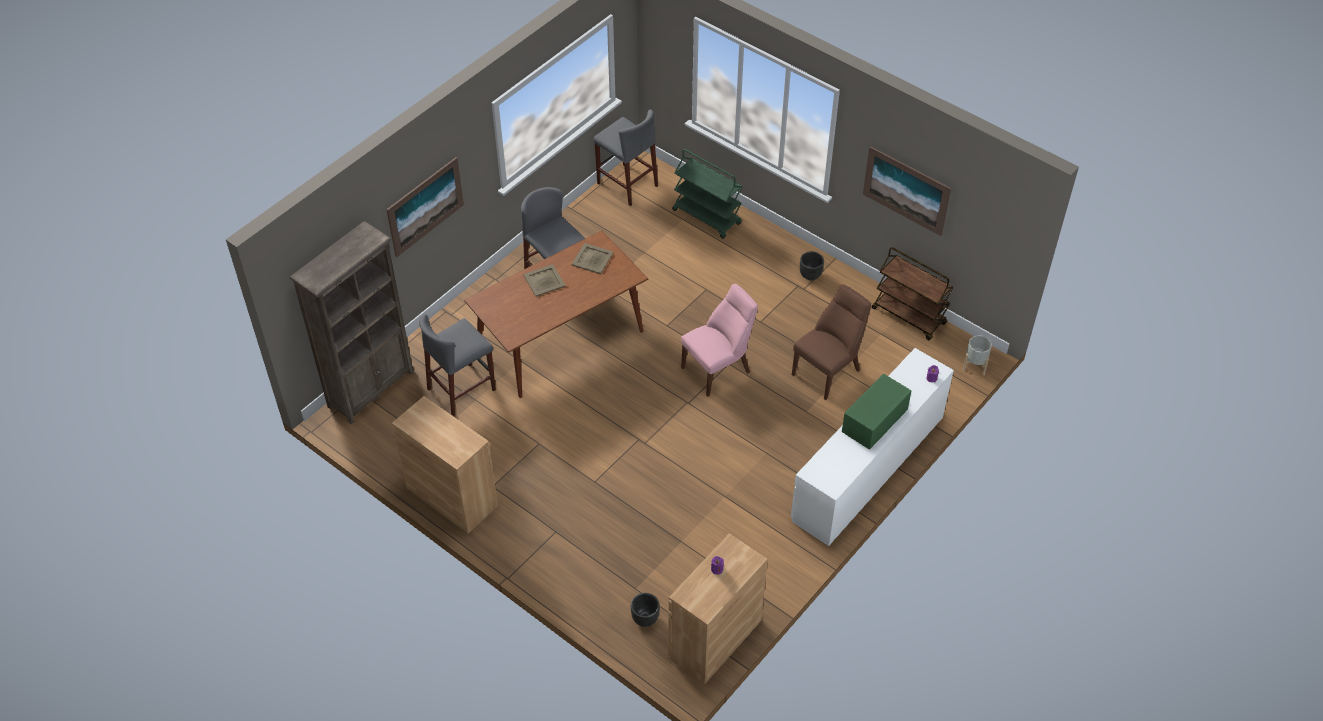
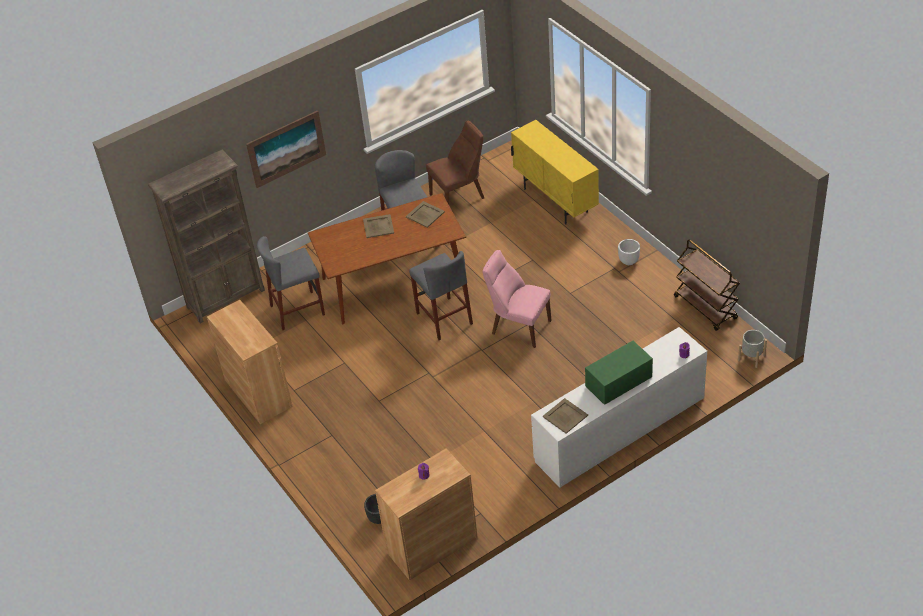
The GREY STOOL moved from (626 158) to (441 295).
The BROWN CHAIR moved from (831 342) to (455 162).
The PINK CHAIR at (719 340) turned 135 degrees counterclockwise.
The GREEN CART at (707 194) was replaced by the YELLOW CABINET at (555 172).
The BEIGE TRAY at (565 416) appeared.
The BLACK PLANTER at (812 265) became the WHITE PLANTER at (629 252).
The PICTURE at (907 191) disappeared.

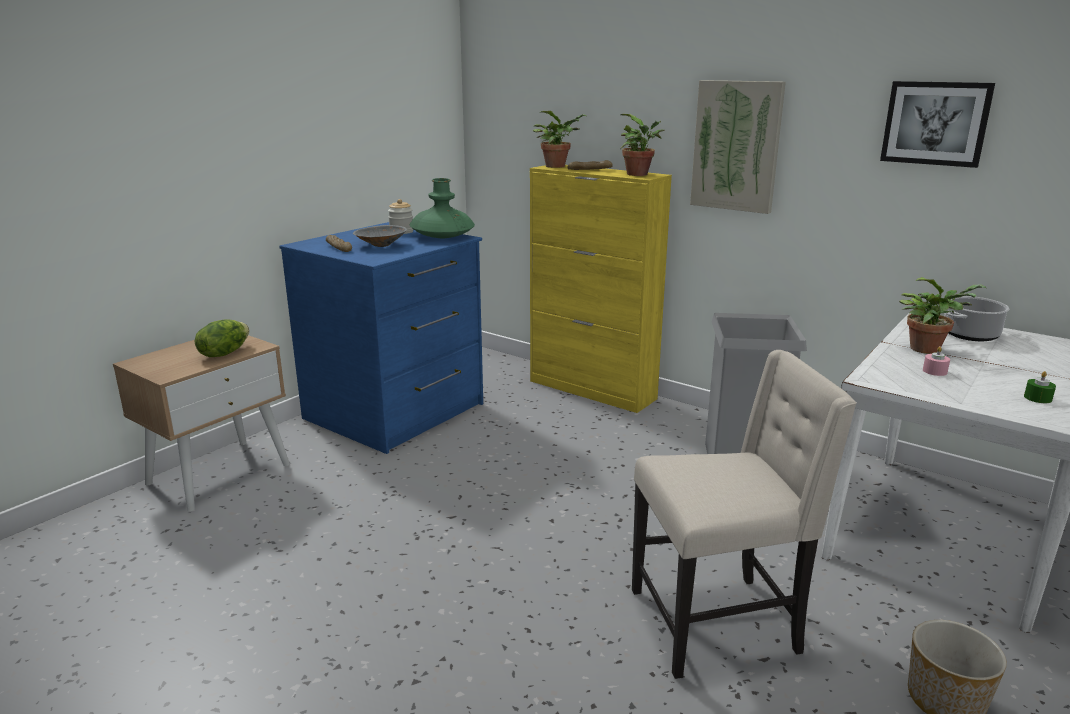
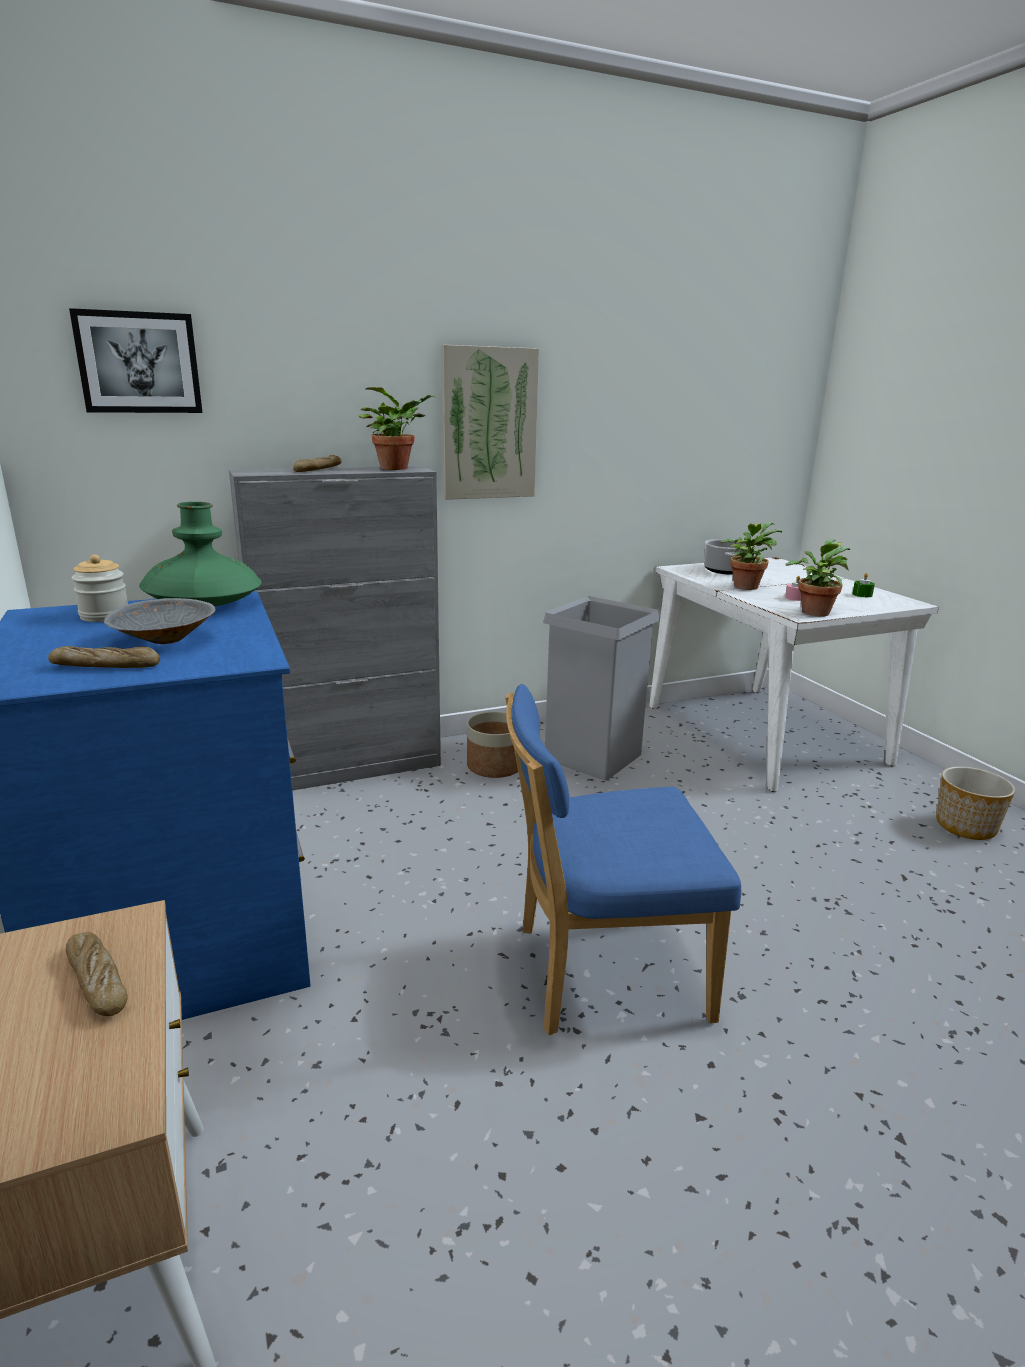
The LETTUCE at (222 338) was replaced by the BREAD at (97 974).
The PICTURE moved from (937 124) to (136 360).
The YELLOW CABINET at (601 289) became the GREY CABINET at (335 628).
The PLANTER at (492 744) appeared.
The BLUE CHAIR at (623 859) appeared.
The POTTED PLANT moved from (560 139) to (818 578).
The BEIGE CHAIR at (744 514) disappeared.

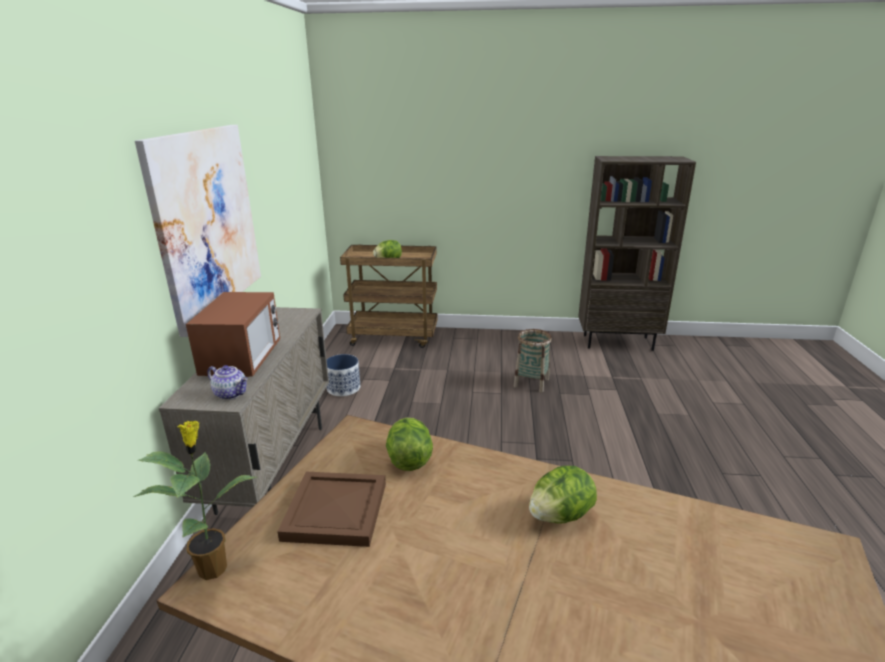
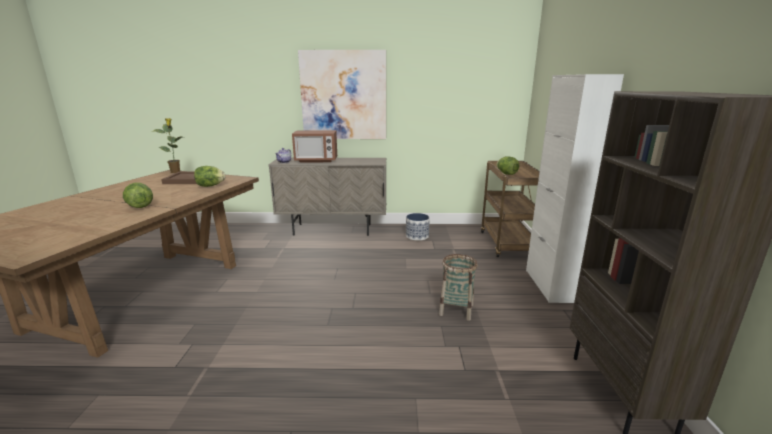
The WHITE CABINET at (575 188) appeared.

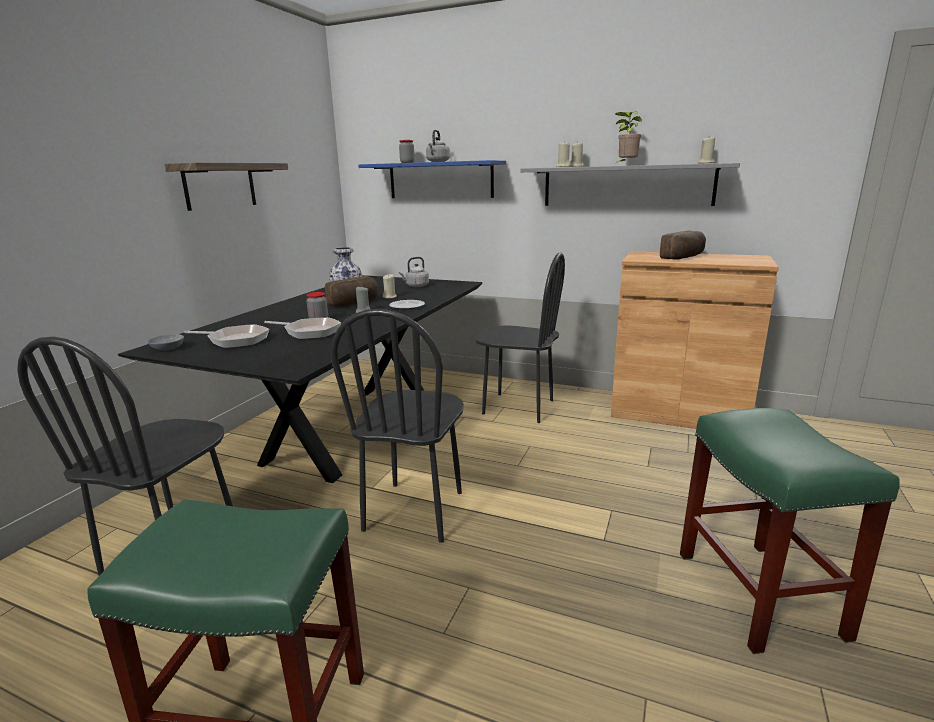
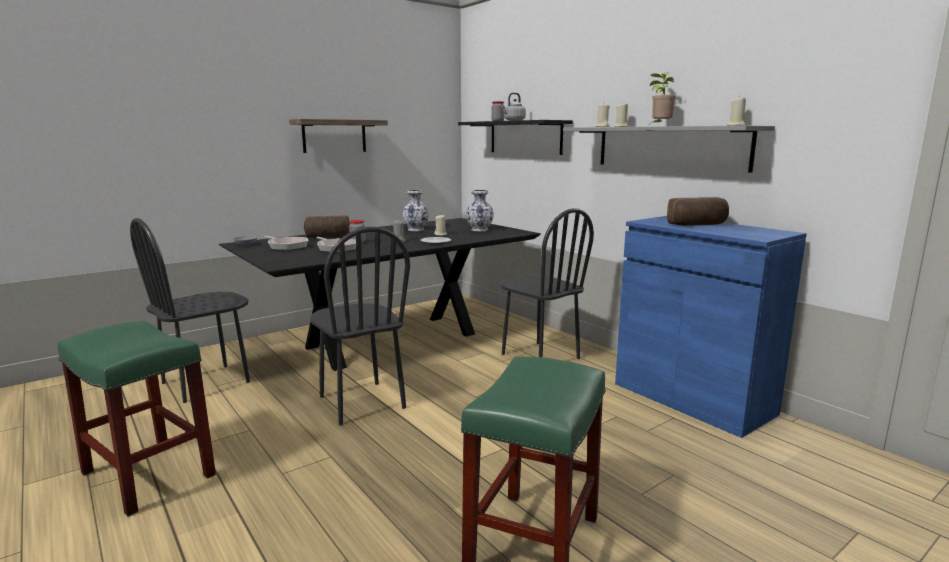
The BREAD moved from (351 291) to (327 226).
The BLACK CHAIR at (397 426) turned 75 degrees counterclockwise.
The BLUE SHELF at (432 179) became the BLACK SHELF at (515 137).
The GREY KETTLE at (414 272) was replaced by the VASE at (480 210).
The BROWN CABINET at (695 340) became the BLUE CABINET at (711 327).

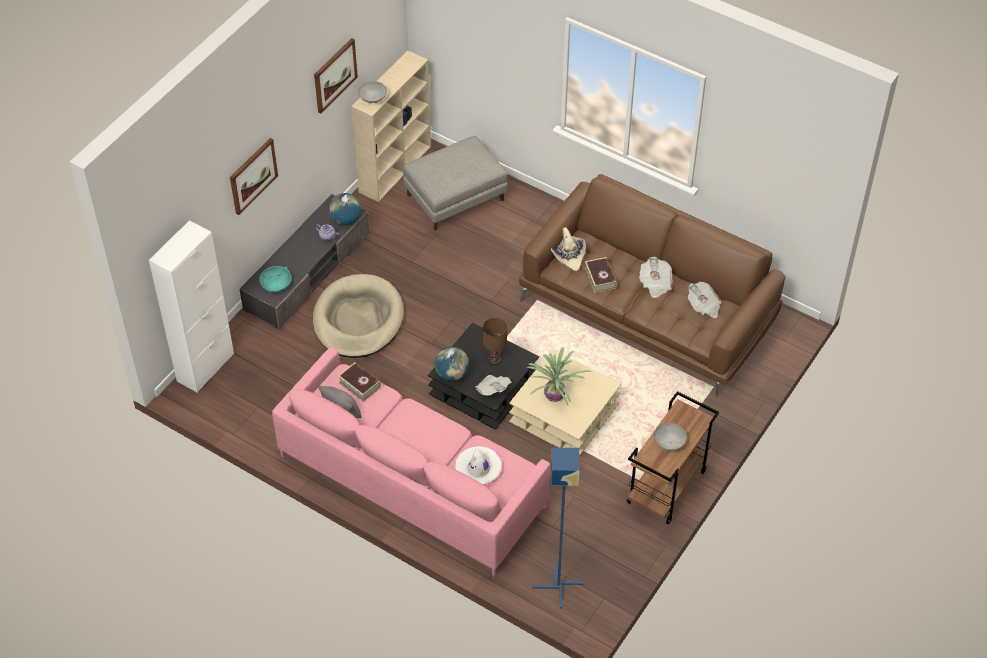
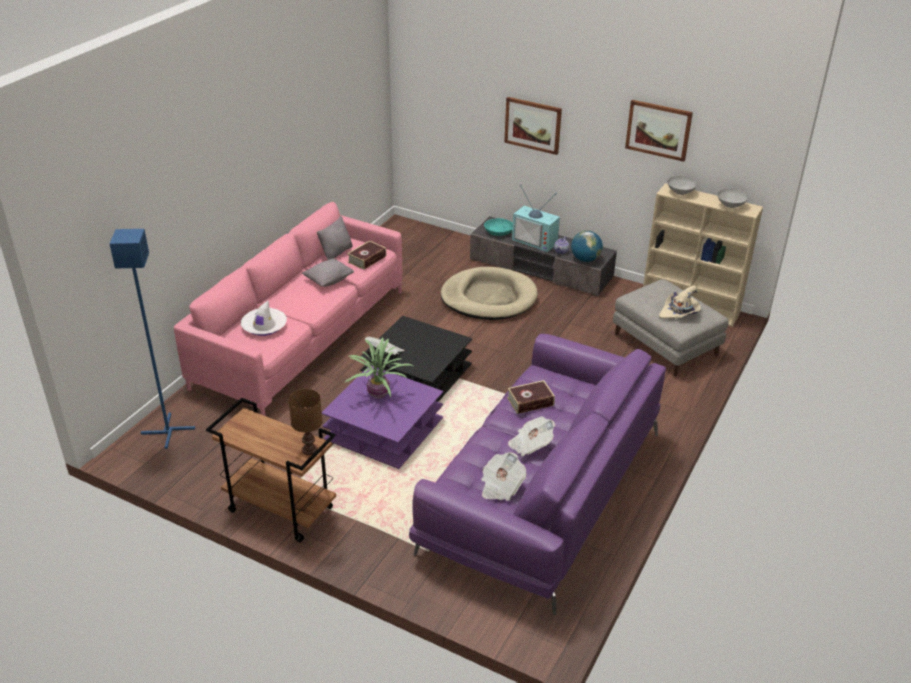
The BROWN TABLE LAMP moved from (495 341) to (305 422).
The GREY PILLOW at (328 272) appeared.
The BEIGE COFFEE TABLE at (565 402) became the PURPLE COFFEE TABLE at (382 417).
The BROWN SOFA at (652 285) became the PURPLE SOFA at (537 474).
The TELEVISION at (536 218) appeared.
The BEIGE HAT moved from (568 249) to (680 302).
The GREY BOWL moved from (670 436) to (732 198).
The WHITE CABINET at (191 306) disappeared.
The GLOBE at (452 363) disappeared.

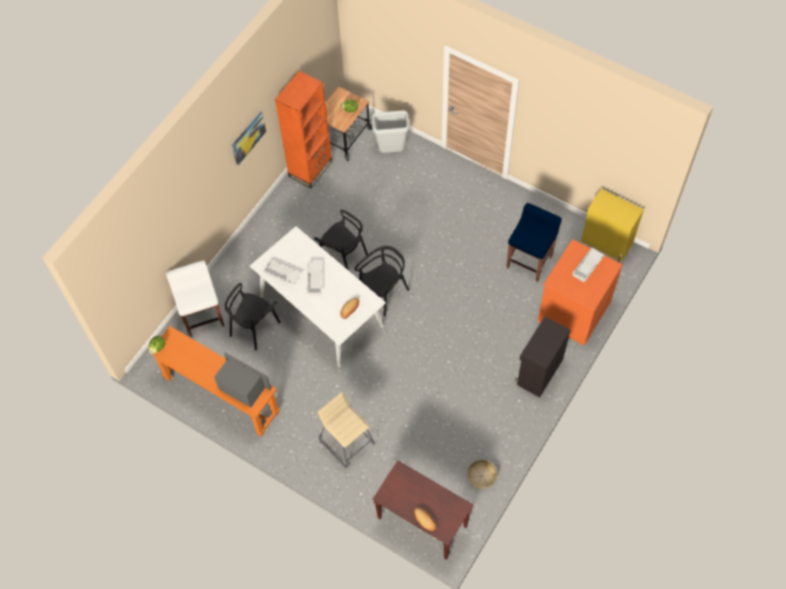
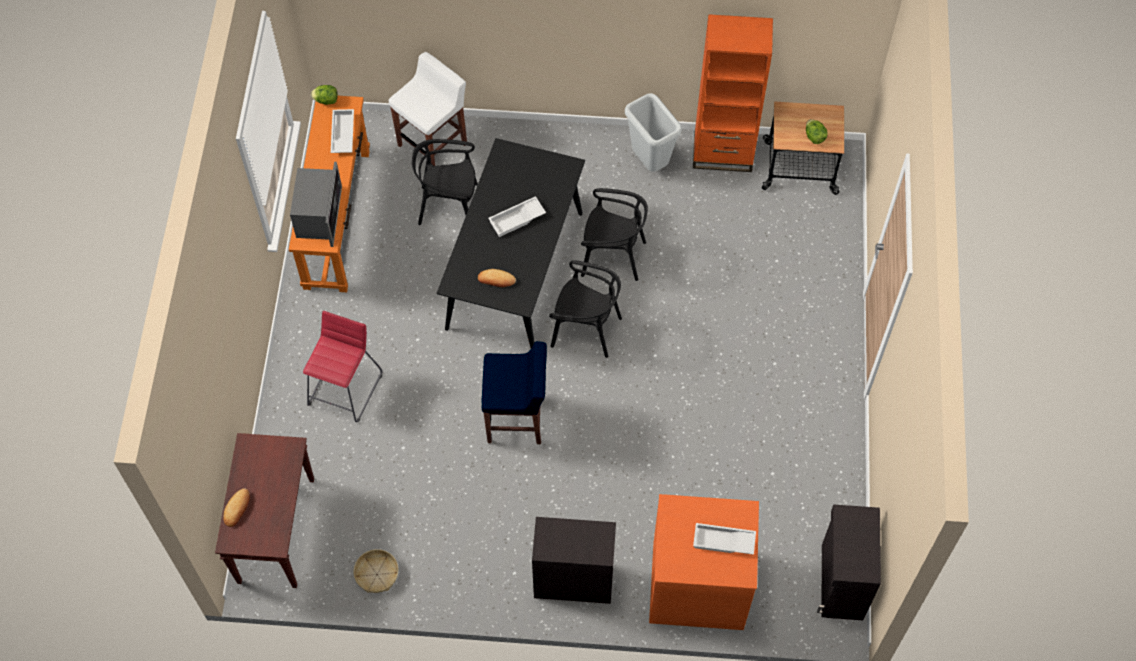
The BEIGE STOOL at (346 430) became the RED STOOL at (342 366).
The WHITE TRAY moved from (281 272) to (342 131).
The WHITE DINING TABLE at (318 297) became the BLACK DINING TABLE at (511 243).
The BLUE STOOL moved from (534 242) to (514 392).
The BLACK CHAIR at (341 240) turned 90 degrees counterclockwise.
The GREY TRASH CAN moved from (390 132) to (653 132).
The YELLOW CABINET at (612 225) became the BLACK CABINET at (849 562).
The PICTURE at (249 138) disappeared.

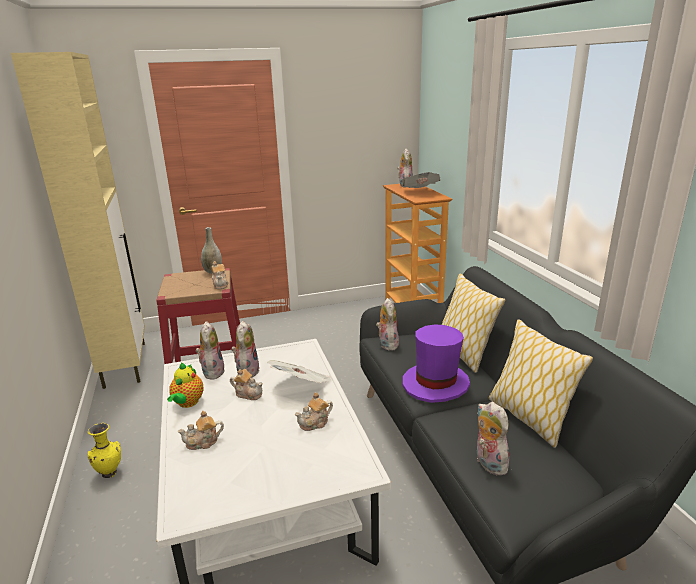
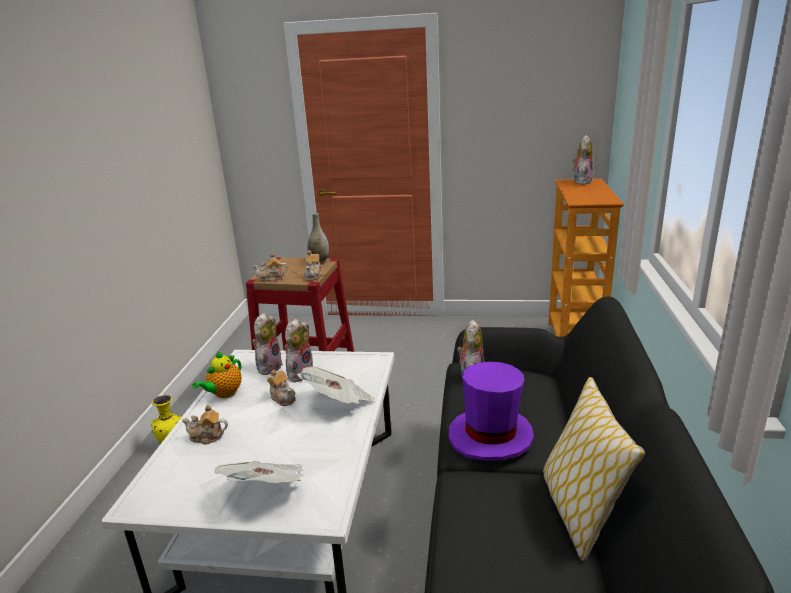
The NEWSPAPER moved from (421 180) to (259 472).
The TEAPOT moved from (314 411) to (270 267).
The BEIGE CABINET at (78 220) disappeared.
The PILLOW at (473 323) disappeared.
The PLUSH TOY at (493 438) disappeared.

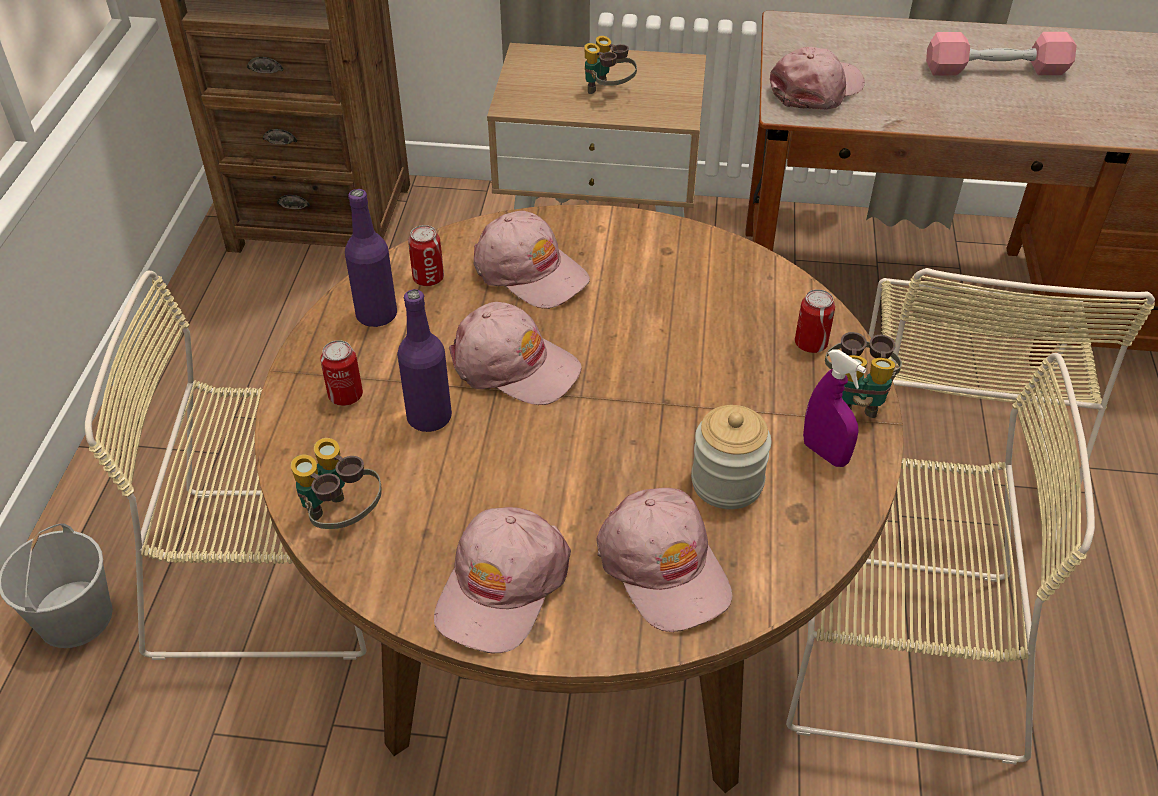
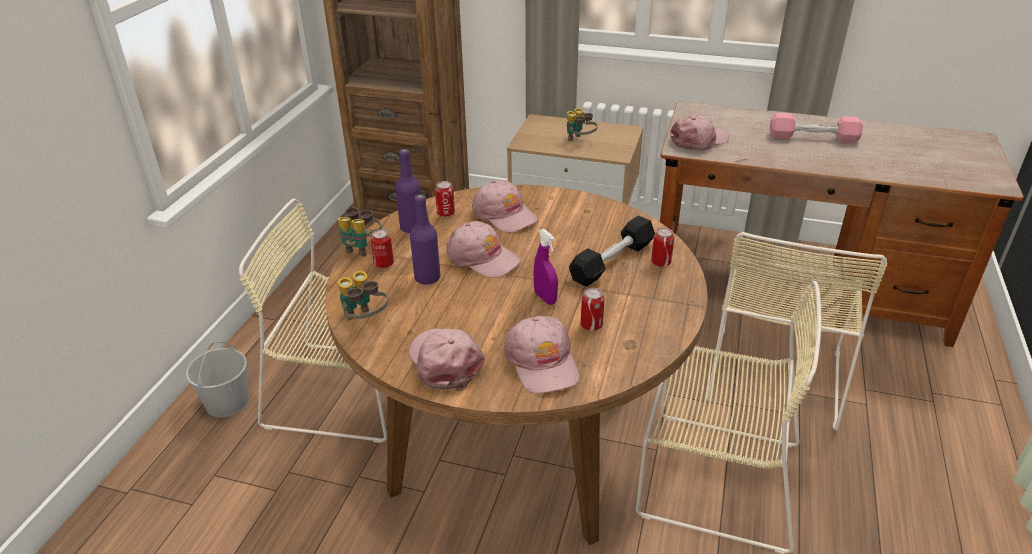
The BINOCULARS moved from (863 375) to (360 231).
The PINK CAP at (502 580) turned 120 degrees clockwise.
The PURPLE SPRAY BOTTLE moved from (835 408) to (545 267).
The BLACK DUMBBELL at (612 251) appeared.
The JAR at (731 457) was replaced by the CAN at (592 309).

